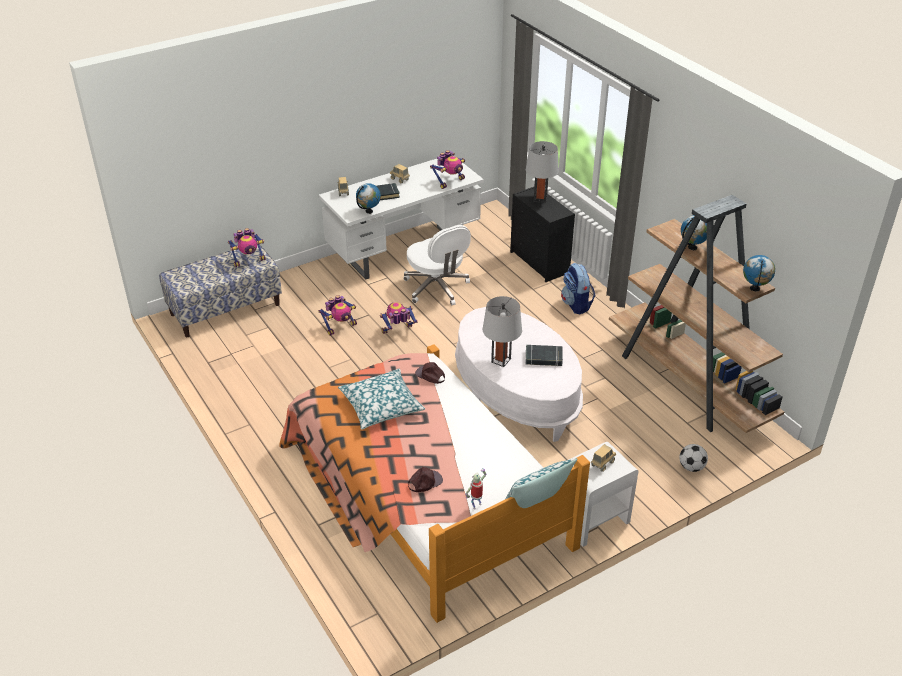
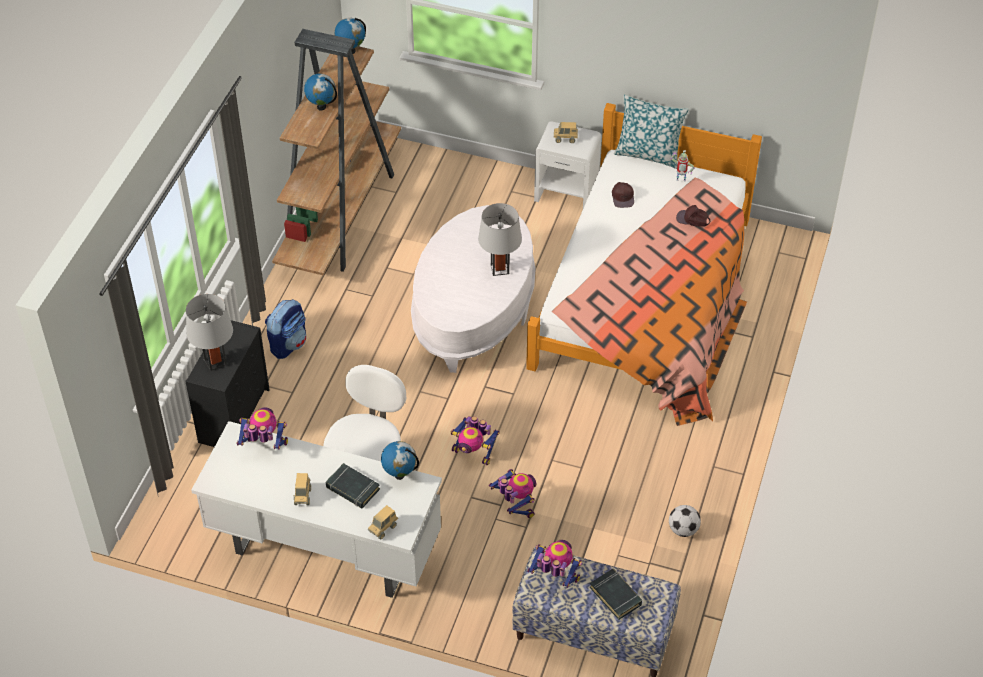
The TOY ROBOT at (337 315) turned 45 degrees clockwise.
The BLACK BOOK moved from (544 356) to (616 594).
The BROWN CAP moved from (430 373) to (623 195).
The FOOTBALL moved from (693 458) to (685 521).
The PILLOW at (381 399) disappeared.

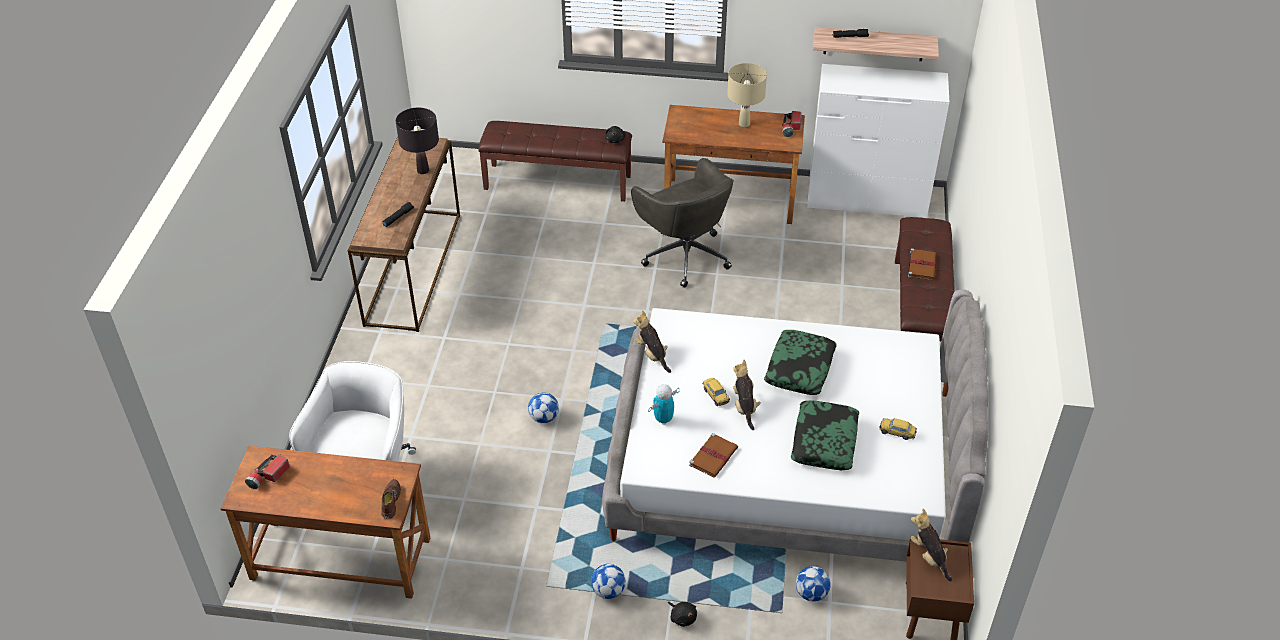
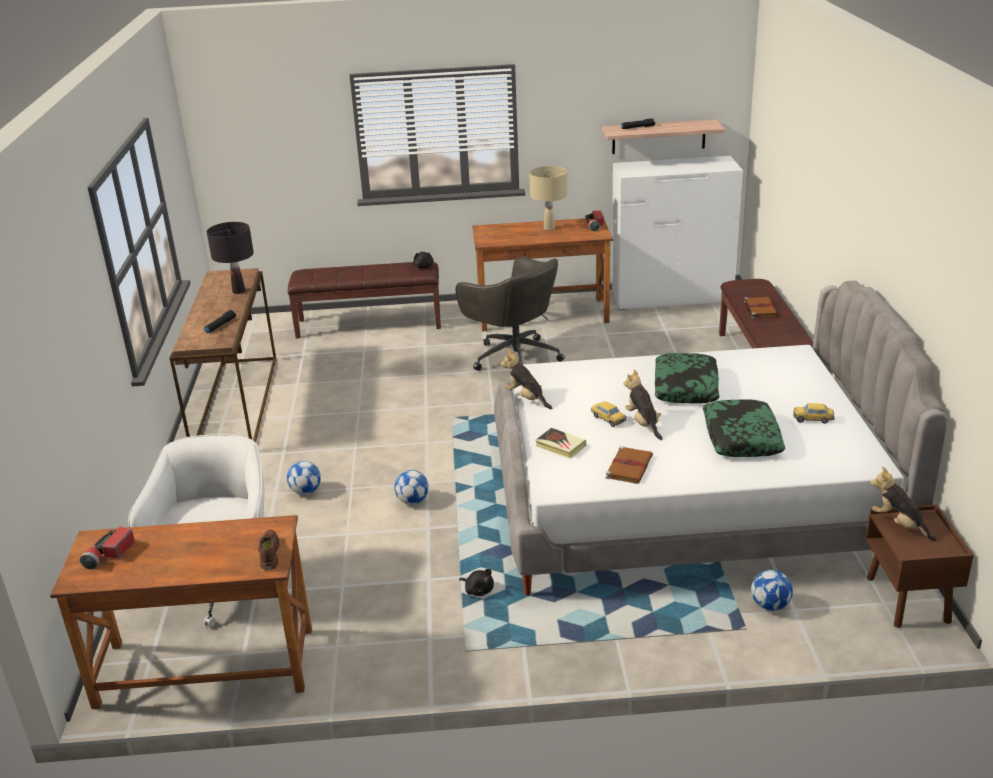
The FOOTBALL moved from (608 581) to (304 478).
The BLACK PLUSH TOY moved from (682 614) to (476 582).
The TOY ROBOT at (664 404) was replaced by the BOOK at (560 443).

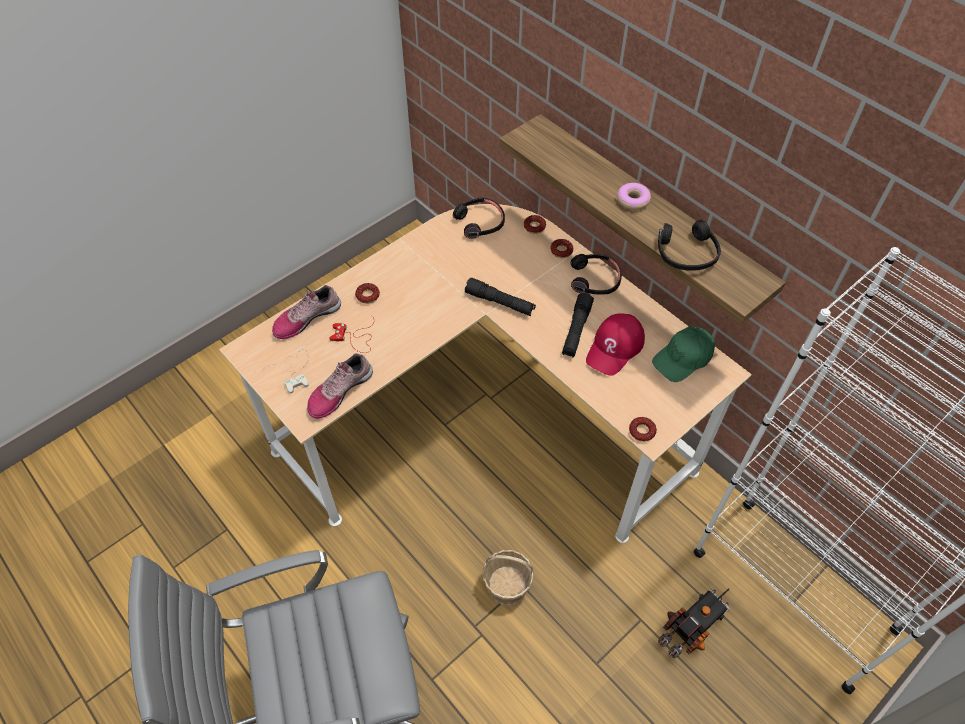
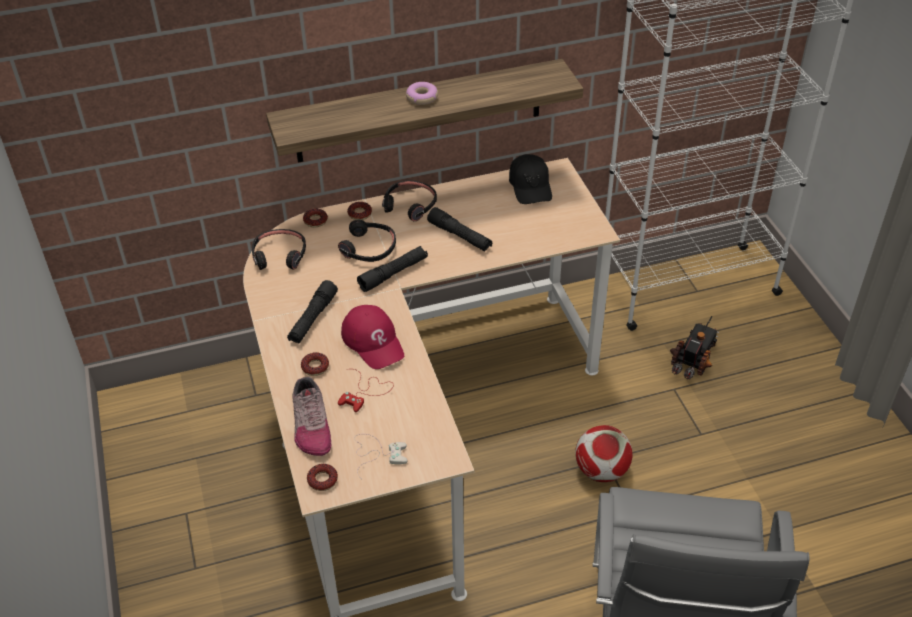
The BLACK FLASHLIGHT at (312 312) appeared.
The DONUT moved from (643 429) to (322 477).
The BLACK HEADPHONES moved from (689 245) to (367 241).
The RED CAP moved from (615 344) to (372 337).
The GREEN CAP at (683 354) became the BLACK CAP at (530 179).
The BASKET at (508 577) was replaced by the FOOTBALL at (604 453).
The TOY TRUCK at (694 623) turned 45 degrees clockwise.
The SHOE at (340 386) disappeared.

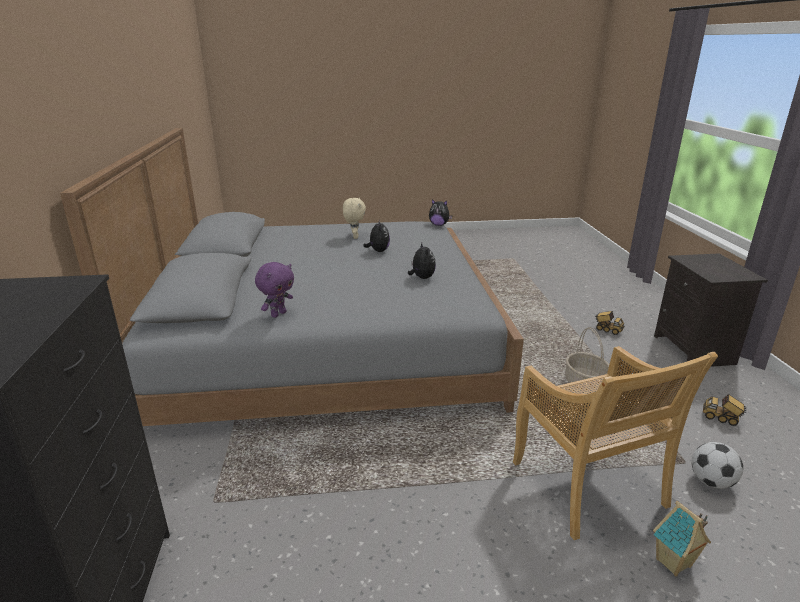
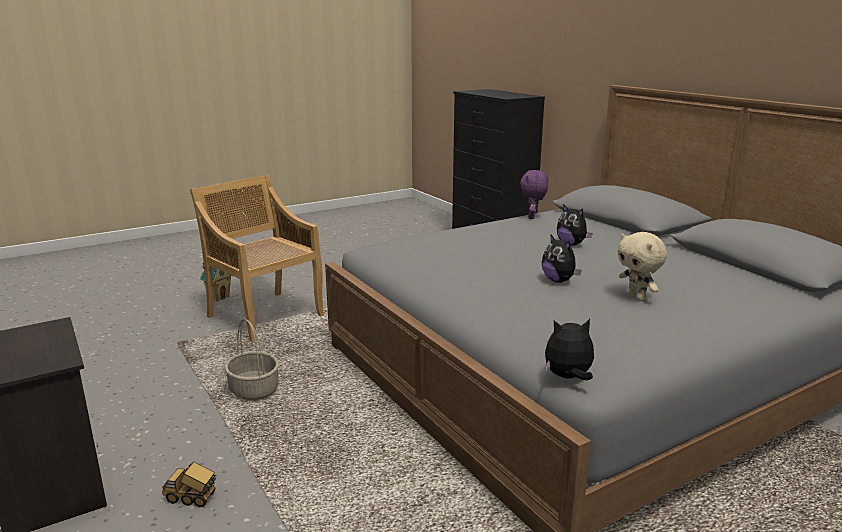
The PLUSH TOY moved from (422 261) to (575 224).
The FOOTBALL at (717 465) disappeared.
The TOY TRUCK at (724 410) disappeared.

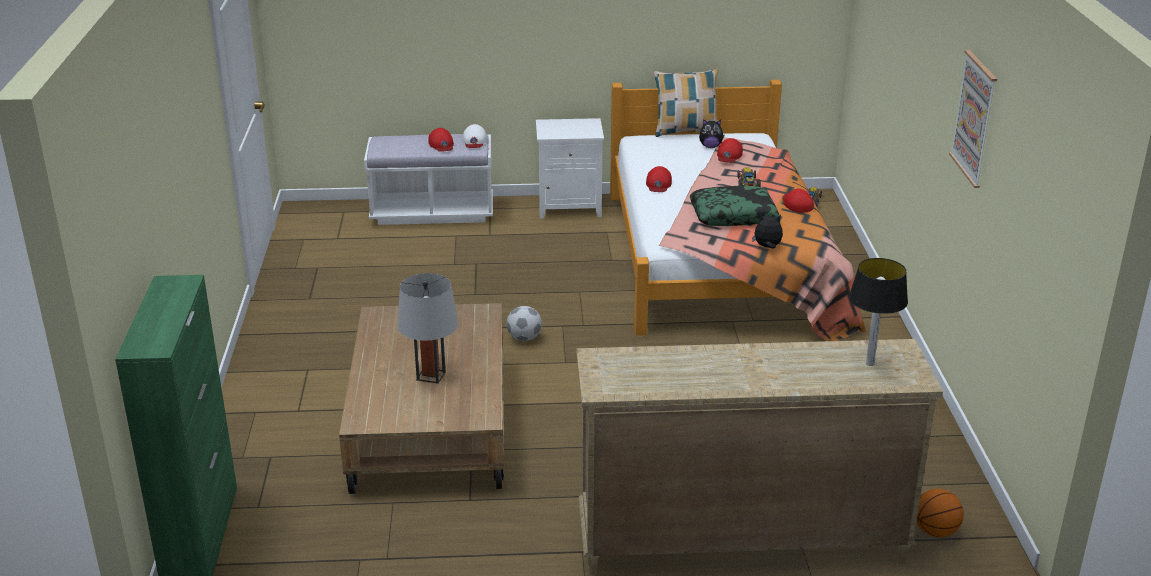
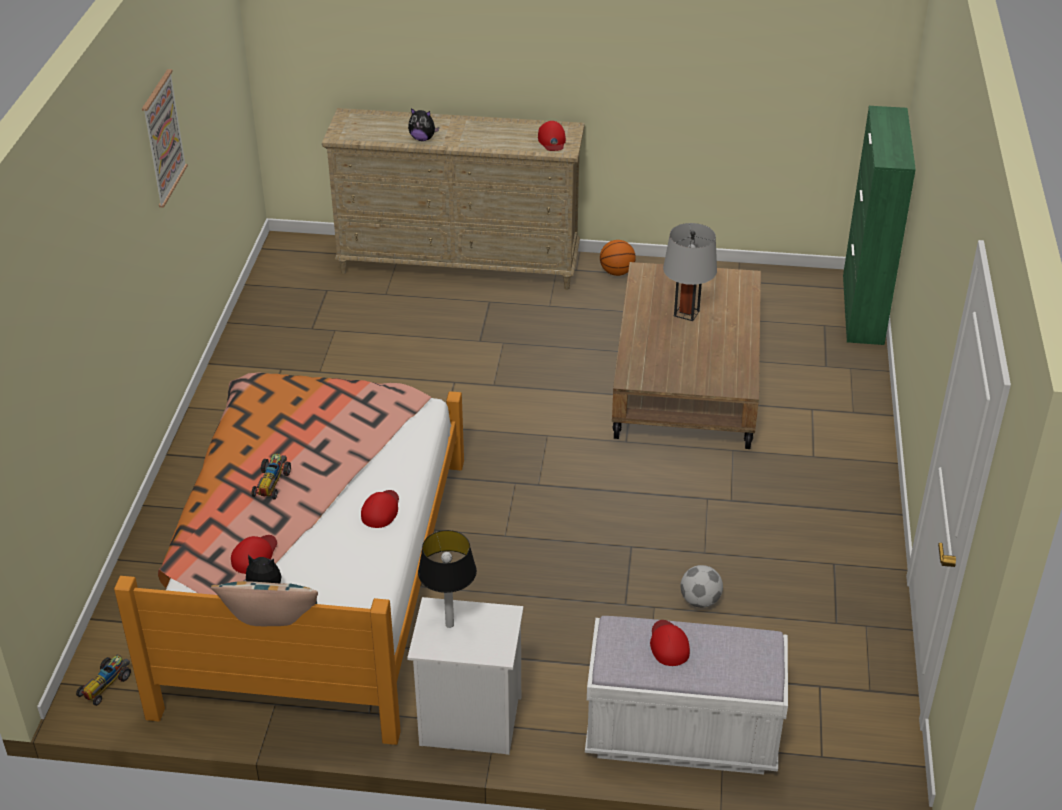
The PLUSH TOY moved from (767 231) to (423 124).
The TABLE LAMP moved from (878 312) to (447 579).
The RED CAP moved from (798 201) to (552 136).
The BASKETBALL moved from (940 513) to (618 258).
The FOOTBALL moved from (524 323) to (701 586).
The WHITE CAP at (475 136) disappeared.
The PILLOW at (734 206) disappeared.

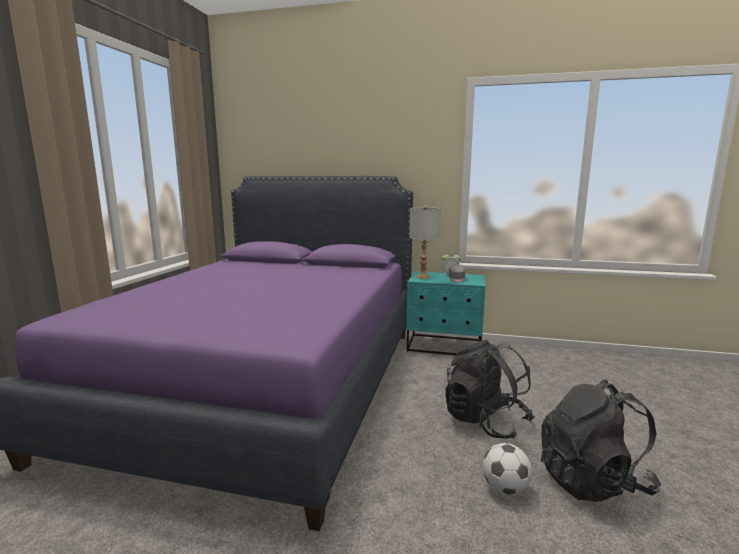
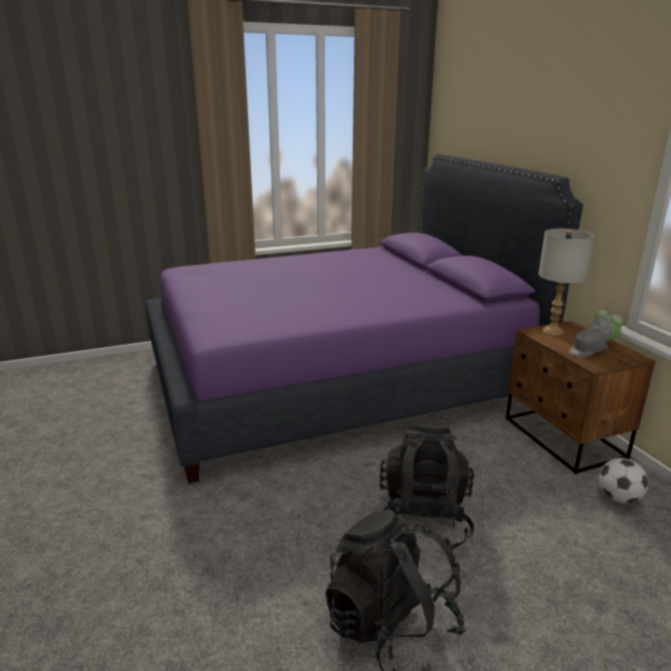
The TURQUOISE NIGHTSTAND at (446 313) became the BROWN NIGHTSTAND at (580 398).
The FOOTBALL moved from (507 469) to (623 481).

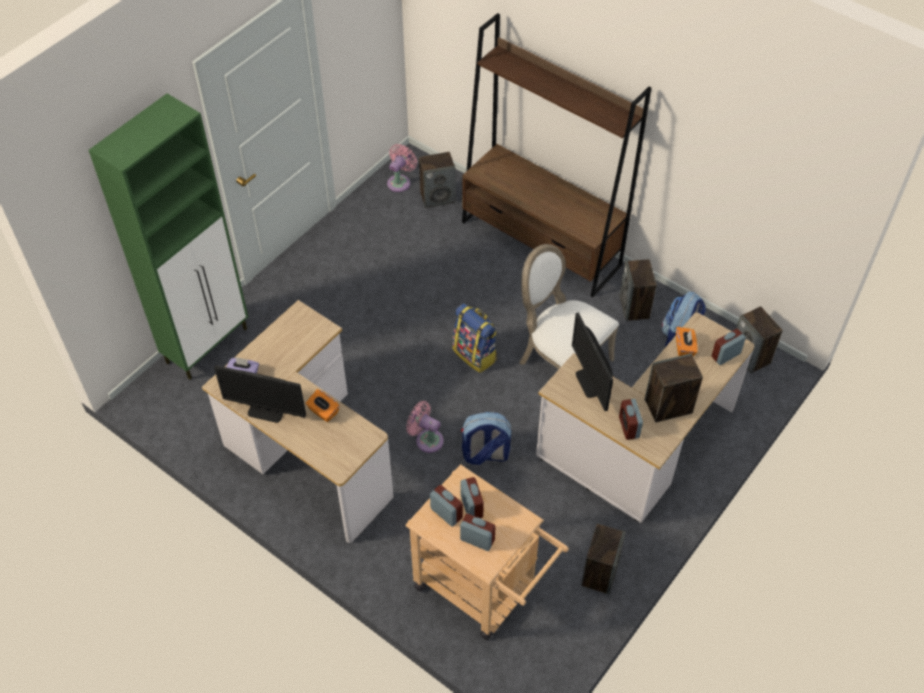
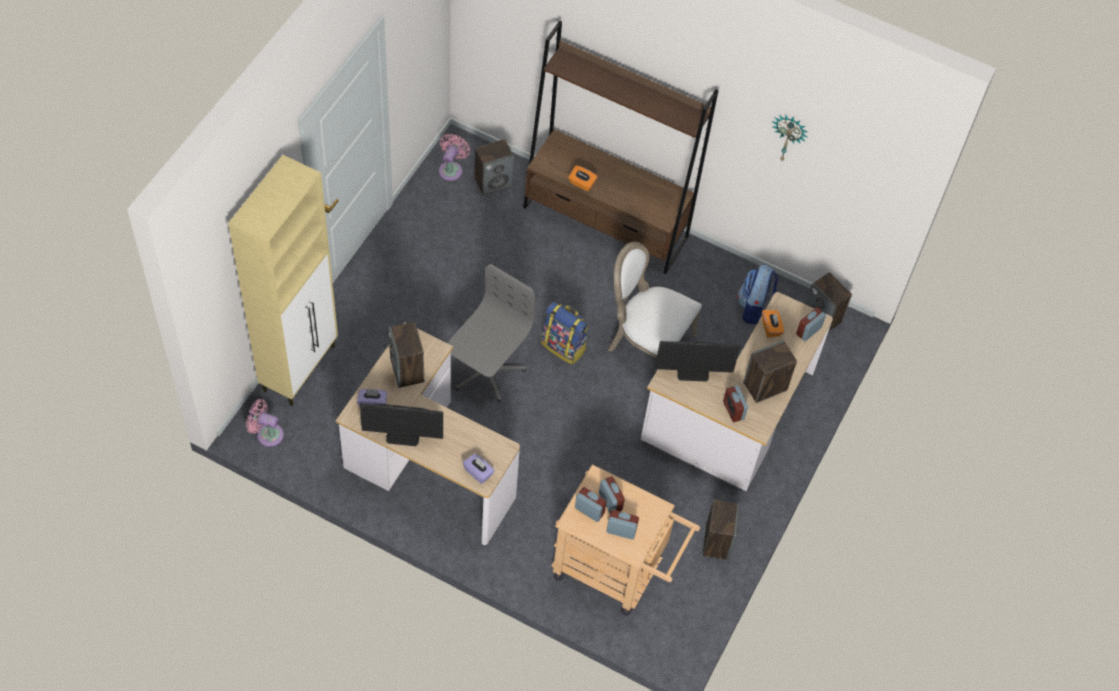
The GREEN CABINET at (168 237) became the BEIGE CABINET at (283 280).
The PINK FAN moved from (425 427) to (265 423).
The SPEAKER moved from (638 290) to (406 355).
The GREY OFFICE CHAIR at (491 333) appeared.
The PURPLE TISSUE BOX at (479 468) appeared.
The ORANGE TISSUE BOX moved from (323 405) to (583 178).
The MONITOR at (592 361) turned 60 degrees counterclockwise.
The WALL CLOCK at (789 138) appeared.
The BACKPACK at (486 438) disappeared.

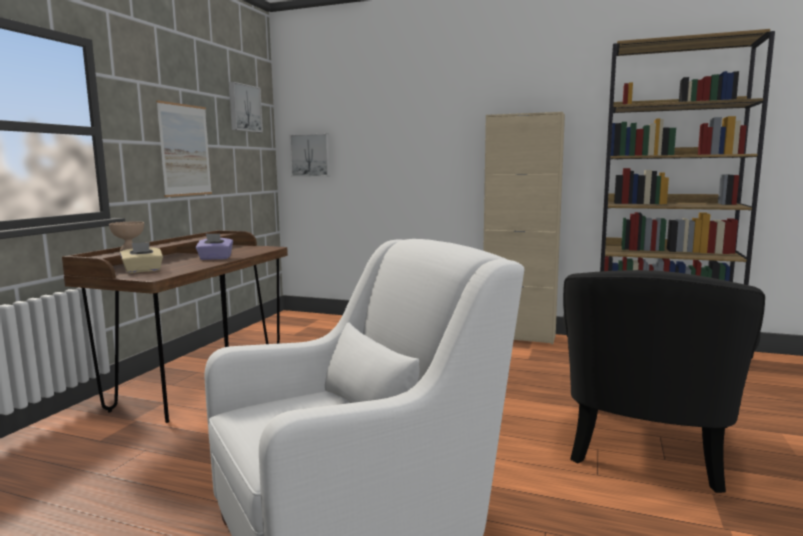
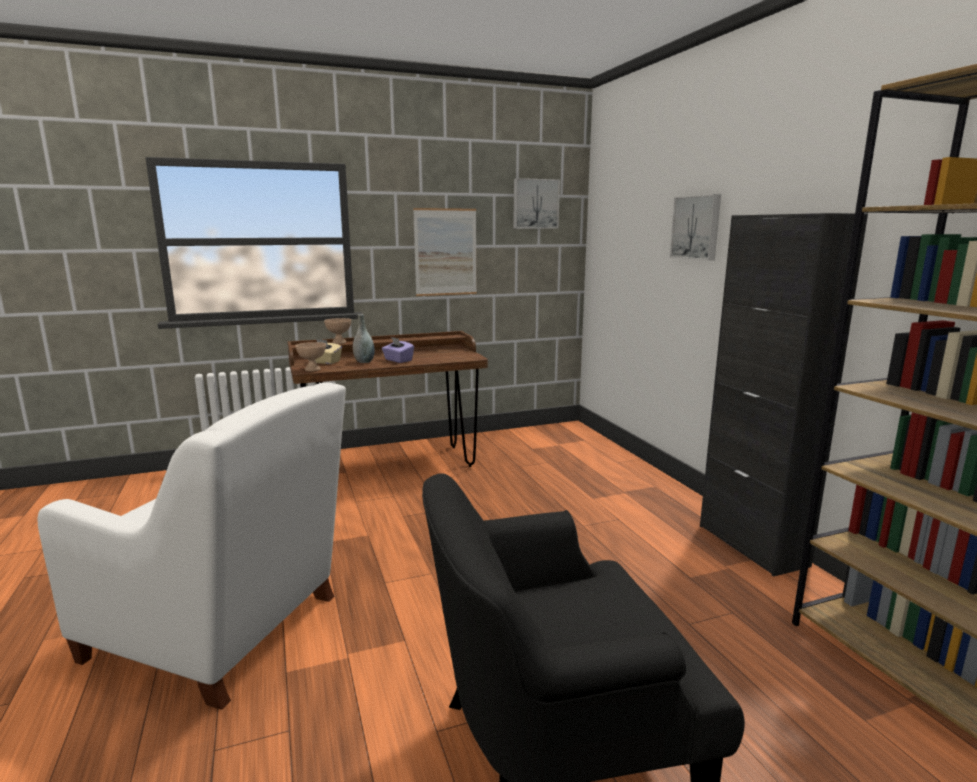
The BEIGE BOWL at (311 356) appeared.
The GREY VASE at (364 338) appeared.
The PICTURE moved from (309 155) to (695 227).
The BEIGE CABINET at (524 228) became the BLACK CABINET at (784 395).

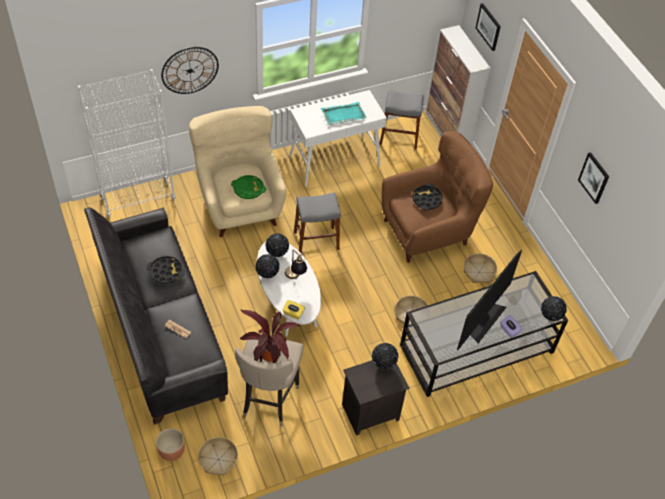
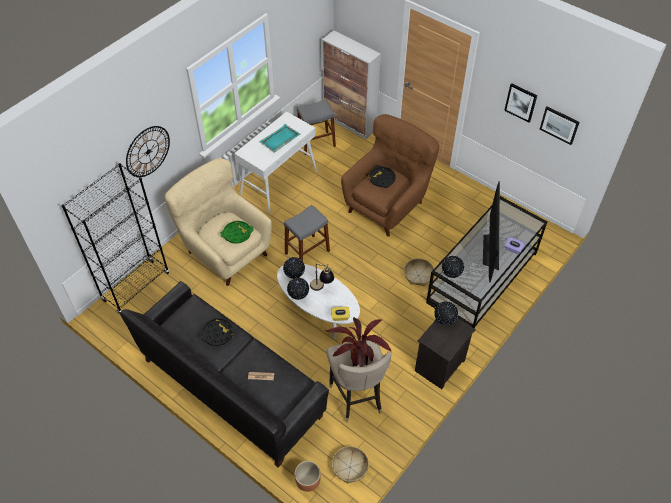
The WHITE BOOKCASE at (126 143) became the BLACK BOOKCASE at (115 238).
The GLOBE moved from (554 308) to (453 267).
The PICTURE moved from (488 27) to (559 126).
The BASKET at (481 268) disappeared.

